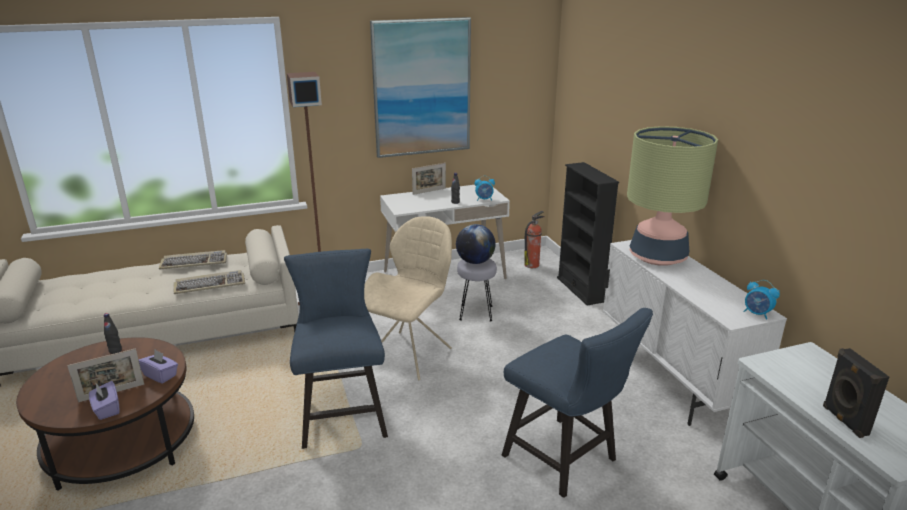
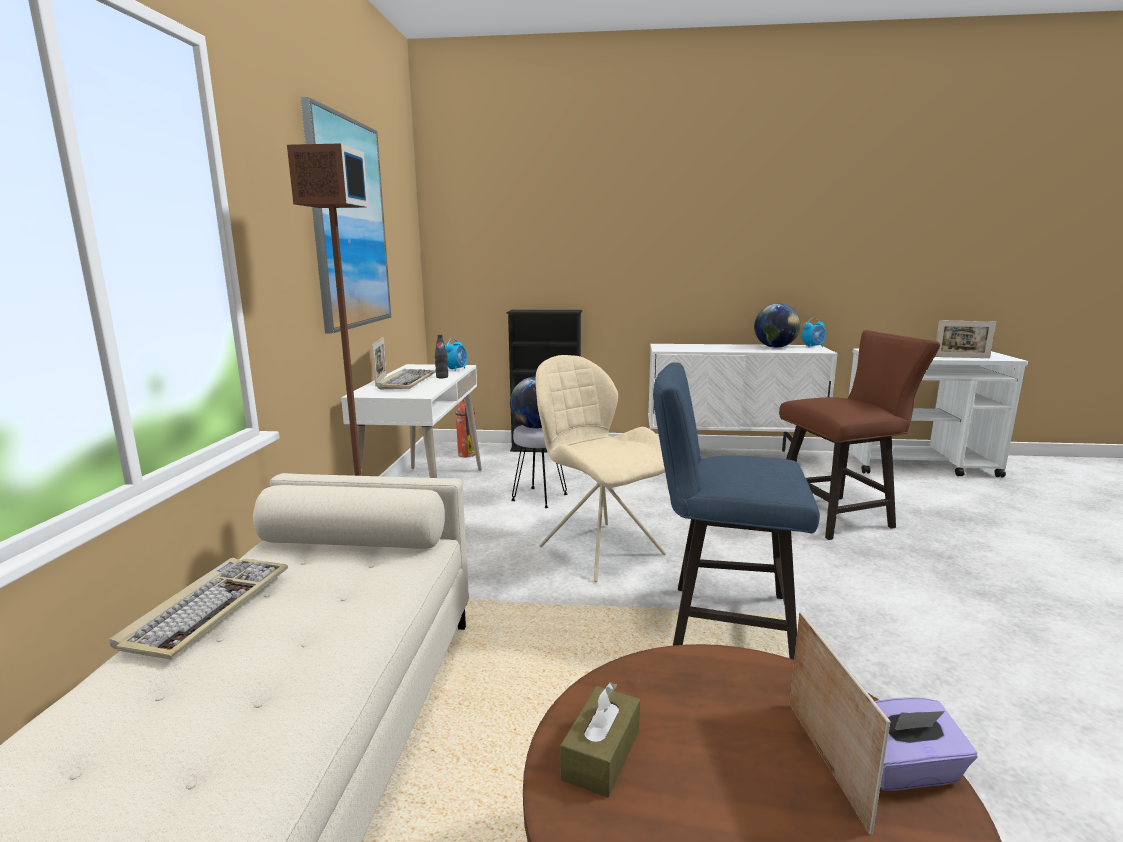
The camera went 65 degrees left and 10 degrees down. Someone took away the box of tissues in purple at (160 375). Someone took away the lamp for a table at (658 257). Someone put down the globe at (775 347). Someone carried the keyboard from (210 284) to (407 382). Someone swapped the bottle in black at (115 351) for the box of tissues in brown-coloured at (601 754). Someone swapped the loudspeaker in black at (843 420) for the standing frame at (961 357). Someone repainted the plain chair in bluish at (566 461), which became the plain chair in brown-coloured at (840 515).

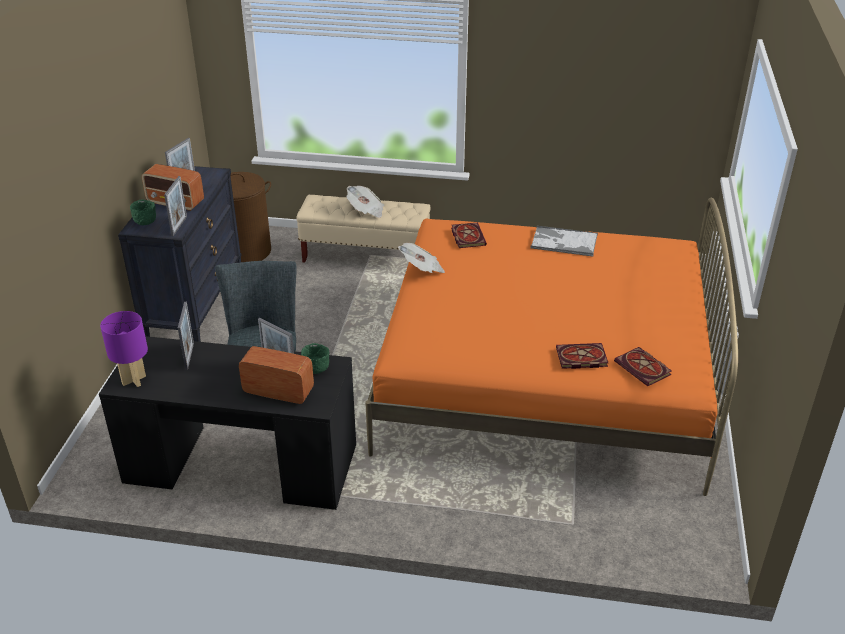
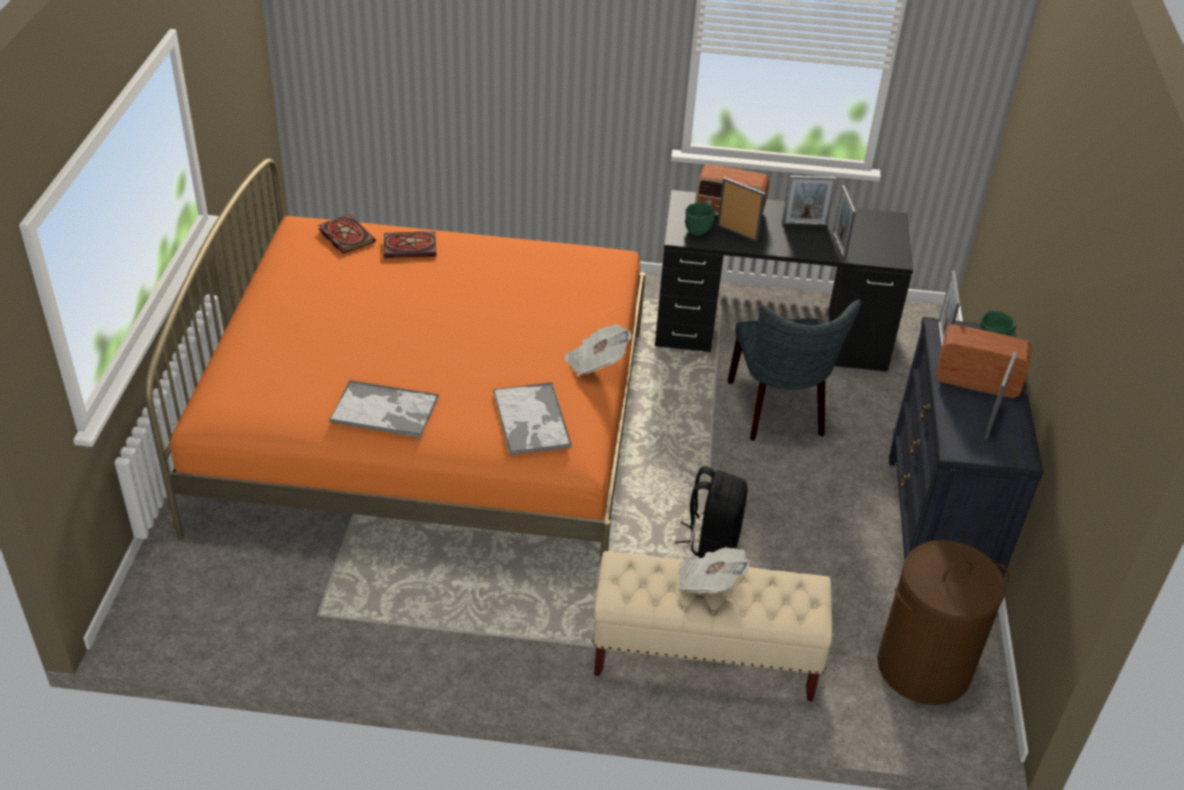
The camera went 175 degrees right and 5 degrees up. Someone took away the lamp for a table in purple at (133 380). Someone put down the backpack in black at (712 541). Someone put down the standing frame at (804 224). Someone swapped the book at (467 236) for the tray at (531 420).

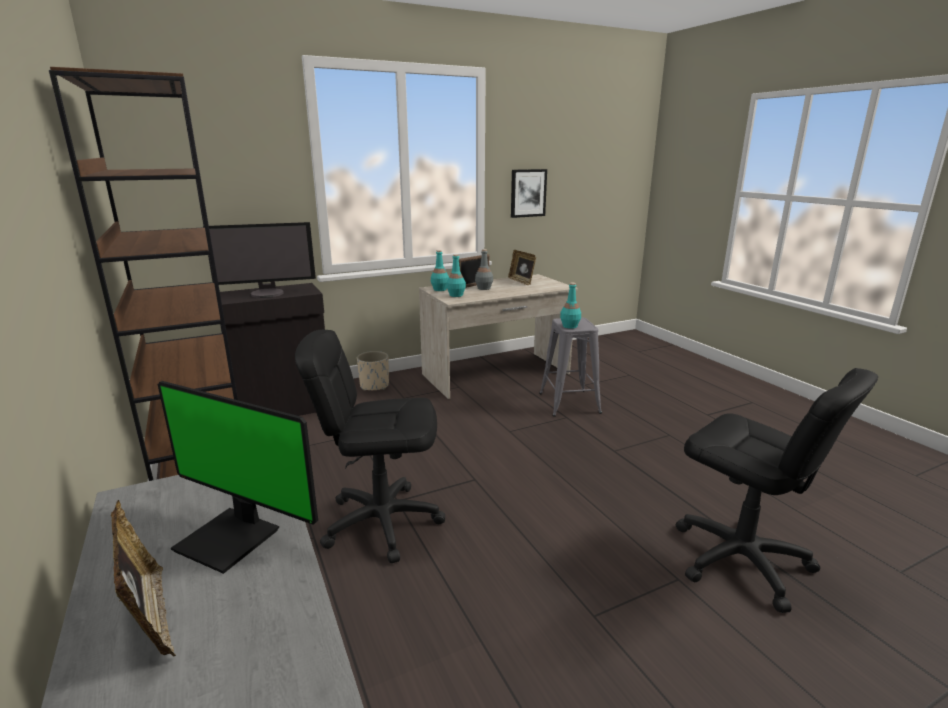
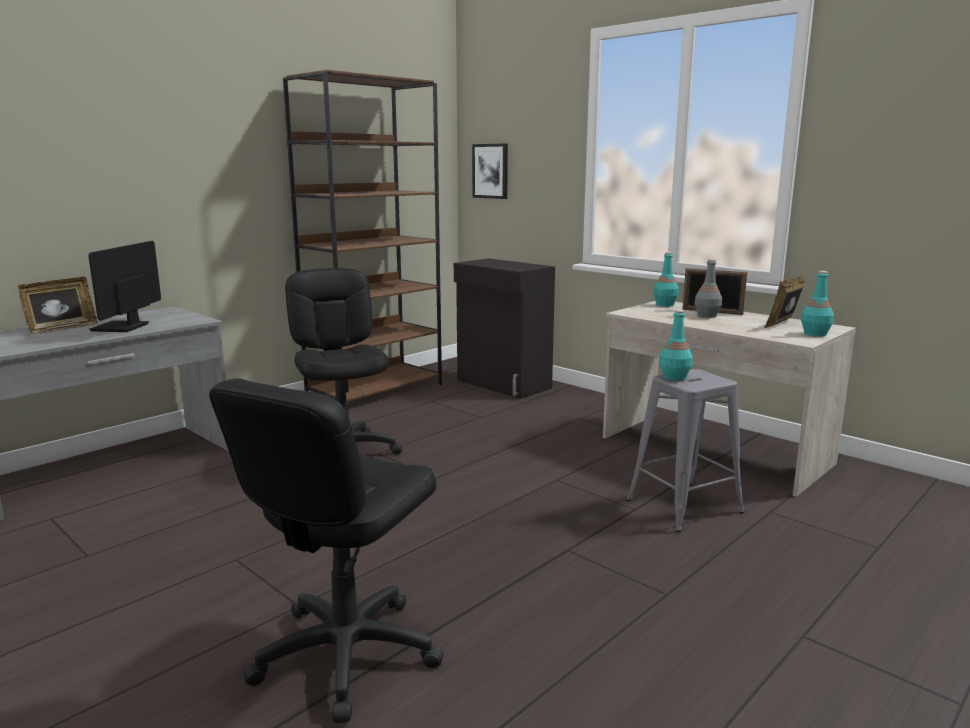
The camera went 70 degrees right and 5 degrees down. Someone took away the computer display at (268 293). Someone took away the planter in sand-coloured at (374 386). Someone carried the bottle in turquoise-coloured from (456 295) to (814 334). Someone carried the wall art from (528 193) to (490 171).

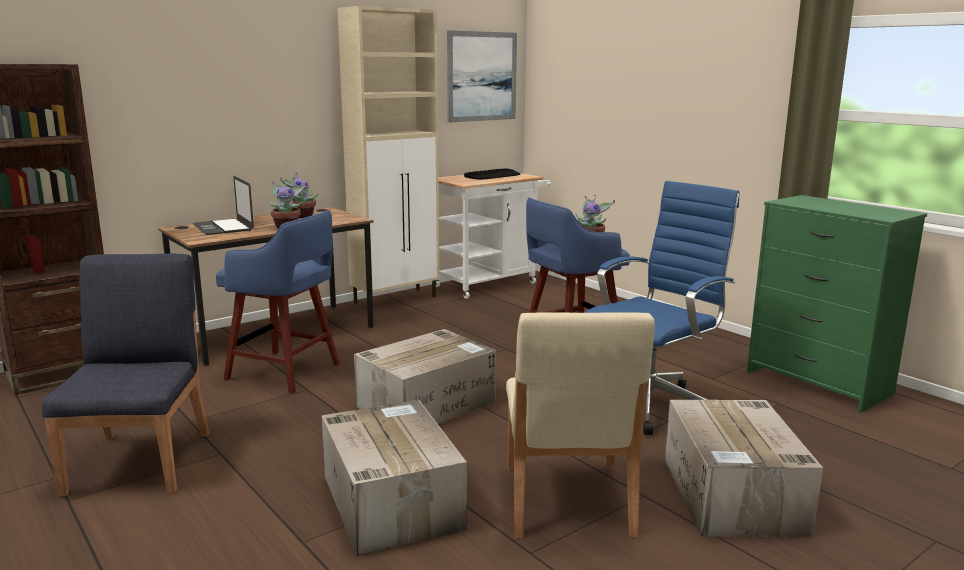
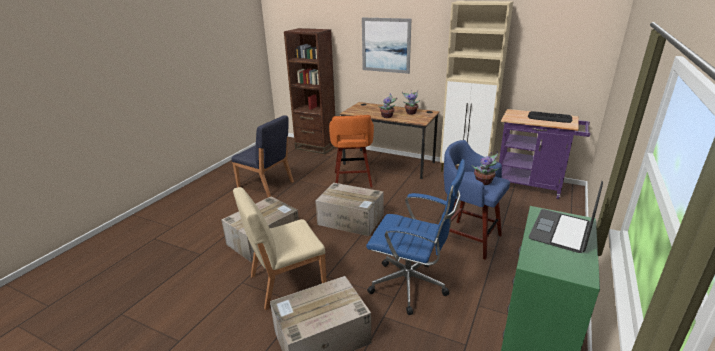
The camera went 65 degrees right and 10 degrees up. Someone carried the laptop from (223 227) to (561 231). Someone carried the wall art from (482 76) to (386 45). Someone repainted the stool seat in bluish at (286 372), which became the stool seat in orangey at (352 180). Someone repainted the wheeled cart in whitish at (490 283), which became the wheeled cart in purple at (532 186). Someone rotated the plain chair in bluish at (141 461) by 60 degrees clockwise.

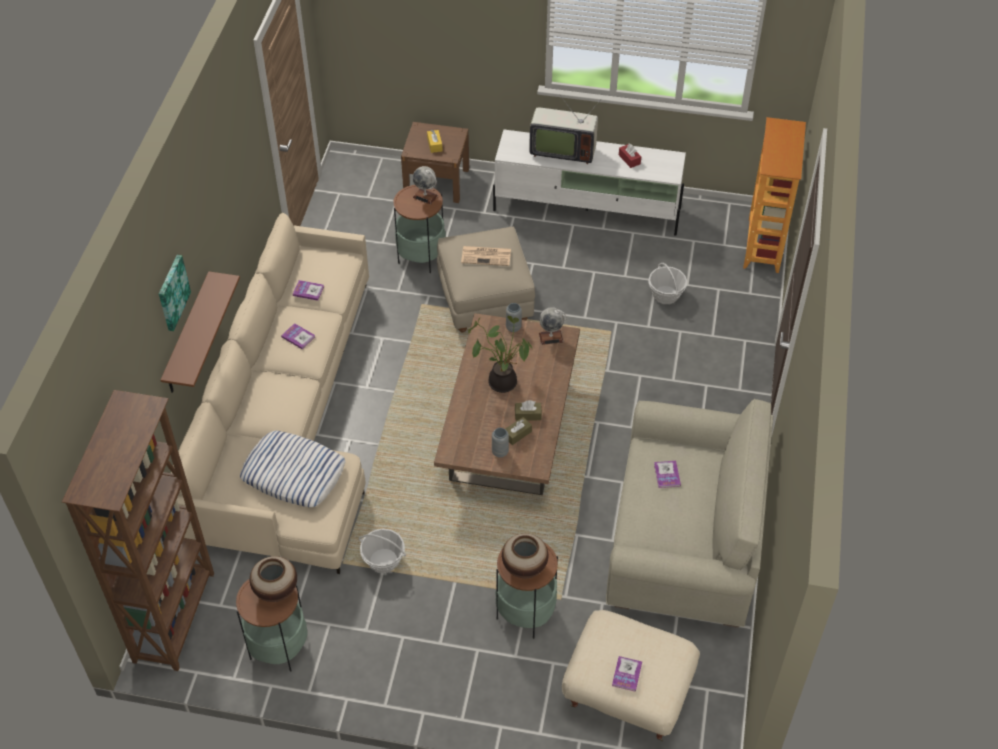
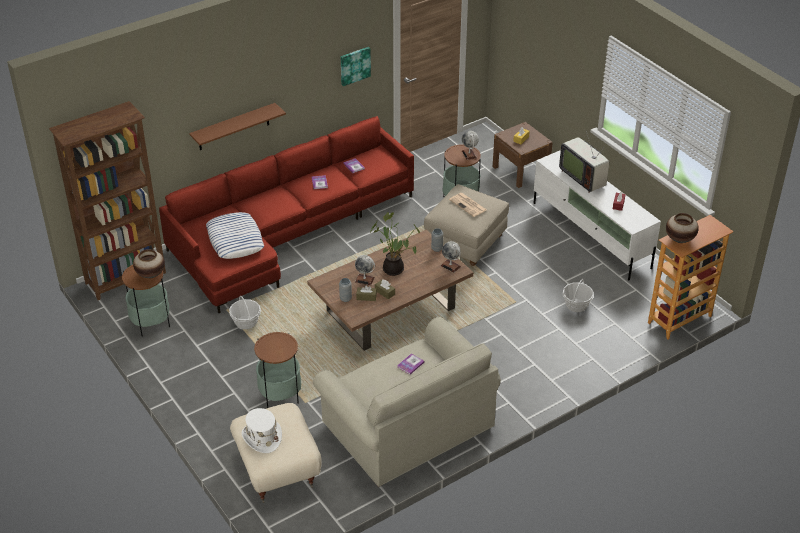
The camera went 45 degrees right and 10 degrees down. Someone put down the globe at (364 280). Someone carried the wall art from (172 292) to (354 65). Someone carried the decorative vase from (524 567) to (679 239). Someone swapped the book at (626 674) for the hat in whitish at (261 437). Someone repainted the settee in sand-coloured at (287 424), which became the settee in reddish at (285 233).

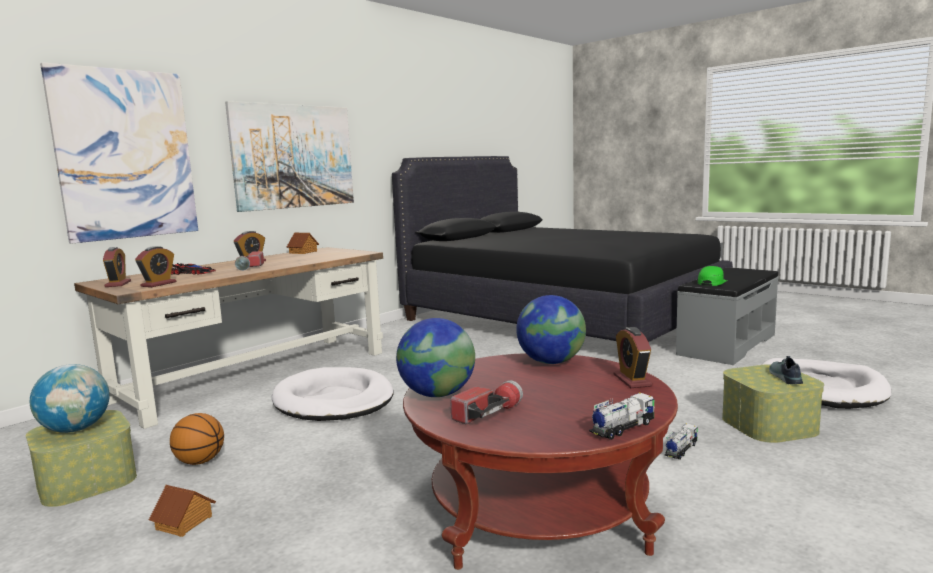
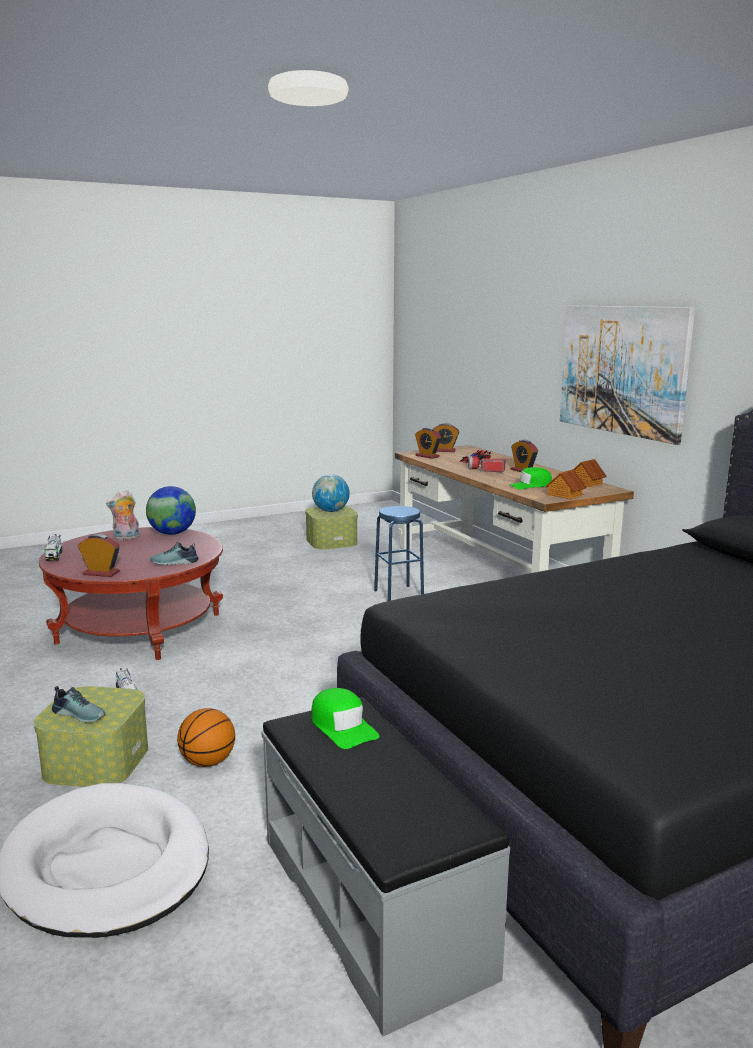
The camera went 110 degrees right and 5 degrees up. Someone took away the wall art at (125 155). Someone put down the baseball cap in greenish at (531 486). Someone carried the model house from (184 522) to (564 495). Someone carried the basketball ball from (200 461) to (208 762). Someone swapped the dog cushion in whitish at (334 400) for the stool seat in bluish at (398 594). Someone swapped the torch at (488 413) for the cuddly toy at (126 538). Someone swapped the globe at (551 362) for the low shoe at (174 563).

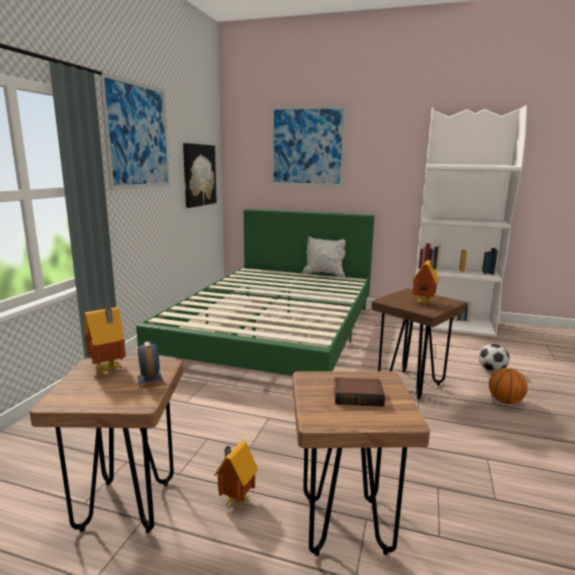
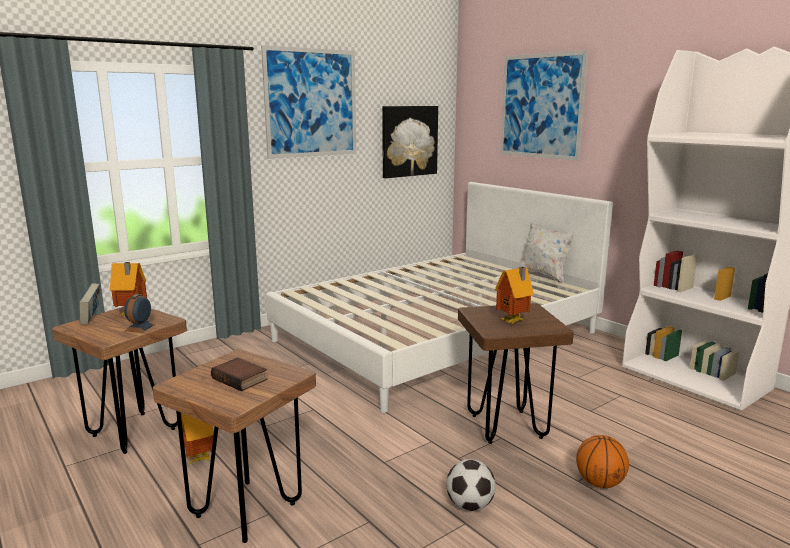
The camera went 35 degrees right and 0 degrees up. Someone put down the book at (92 318). Someone carried the ball for football from (492 370) to (470 506). Someone repainted the sleeping bed in greenish at (276 334), which became the sleeping bed in whitish at (438 336).

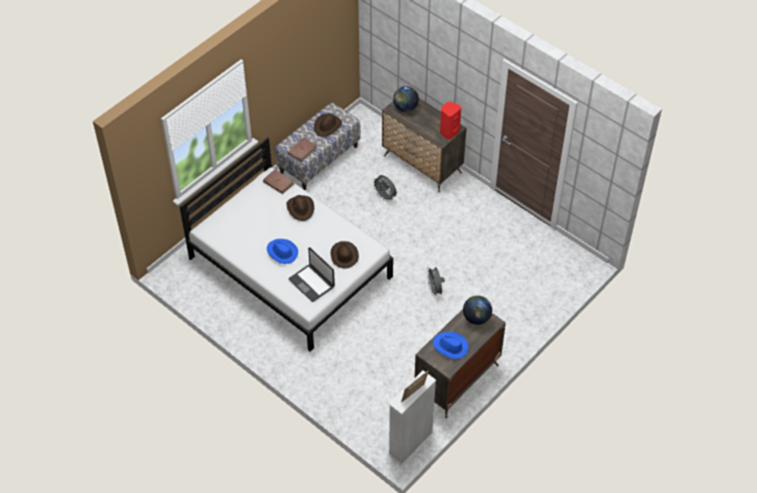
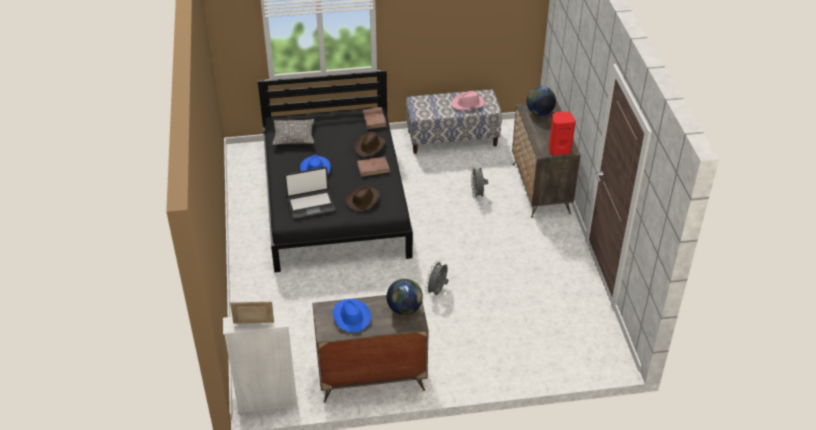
The camera went 40 degrees right and 10 degrees down. Someone put down the pillow at (294 137). Someone carried the book in brown-coloured from (302 150) to (373 168). Someone repainted the sleeping bed in whitish at (290 267), which became the sleeping bed in black at (335 201). Someone repainted the hat in brown-coloured at (327 126), which became the hat in pink-coloured at (468 104). Someone rotated the laptop at (312 283) by 105 degrees counterclockwise.

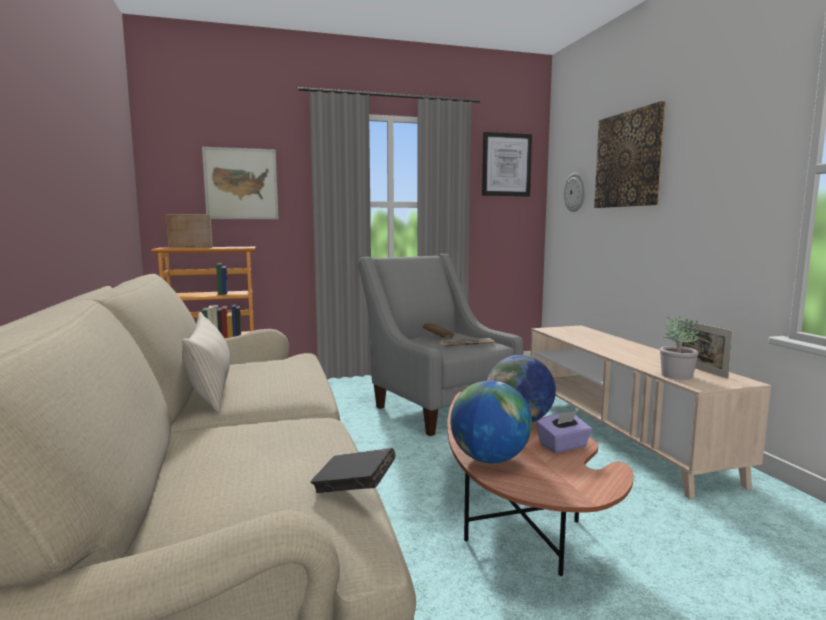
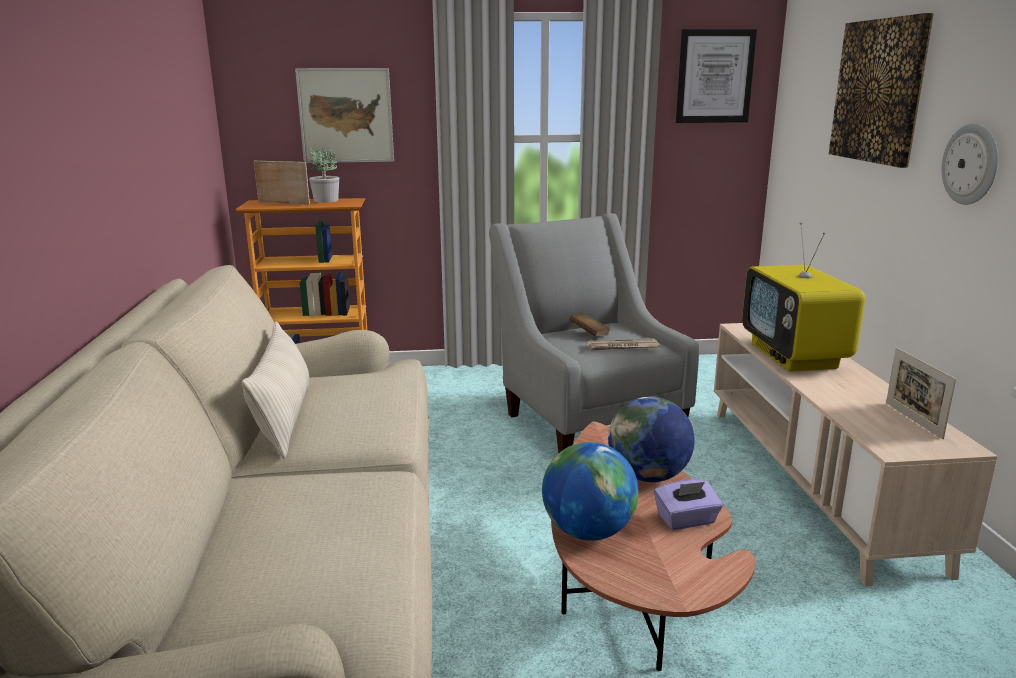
The camera went 10 degrees right and 10 degrees up. Someone took away the book in black at (354 489). Someone put down the TV set at (795 356). Someone carried the hanging clock from (575 192) to (971 164). Someone carried the plant in a pot from (677 376) to (325 200).

